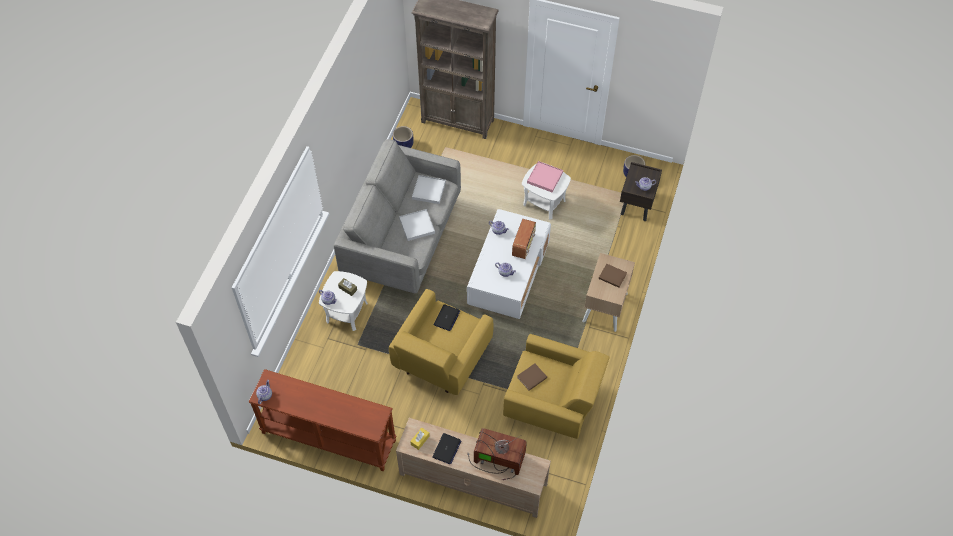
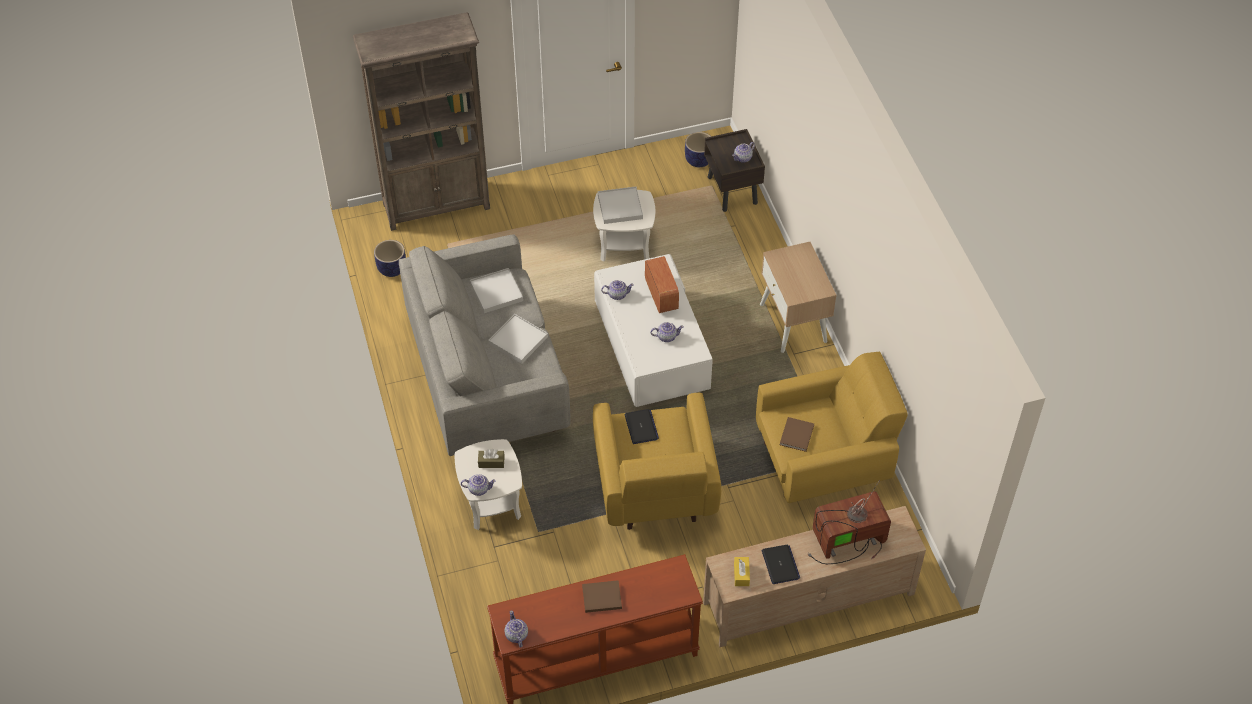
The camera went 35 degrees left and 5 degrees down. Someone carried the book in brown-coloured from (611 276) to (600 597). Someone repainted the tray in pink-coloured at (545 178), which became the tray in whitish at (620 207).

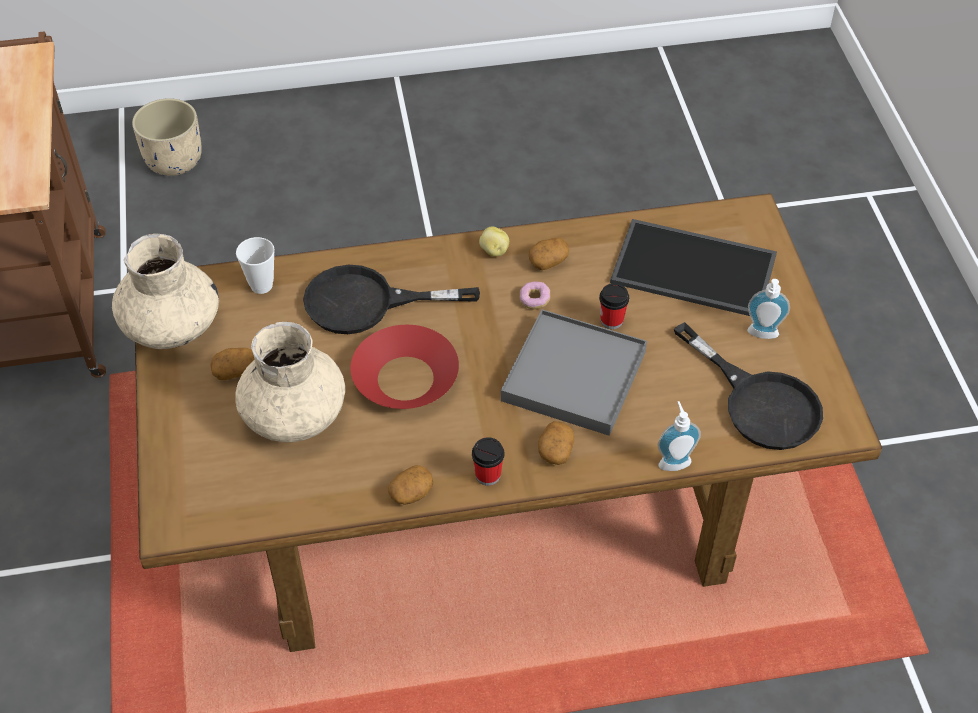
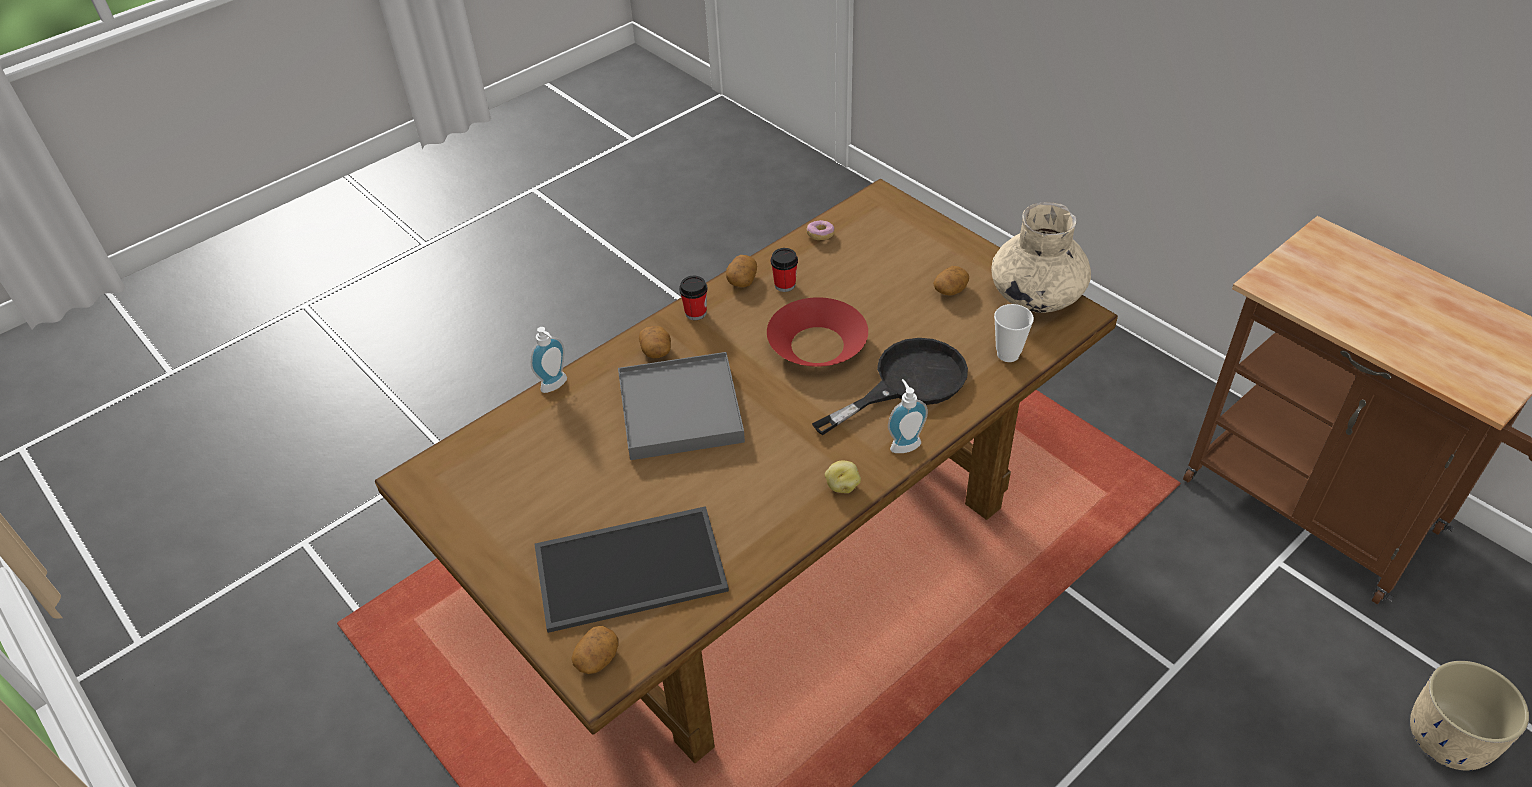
The camera went 150 degrees right and 5 degrees down. Someone took away the decorative vase in sand-coloured at (295 414). Someone took away the frying pan in black at (759 402). Someone carried the ring doughnut from (534 300) to (820 235). Someone carried the whole potato from (548 261) to (597 658). Someone carried the small cup from (611 320) to (785 285). Someone carried the soap bottle from (762 335) to (904 443).

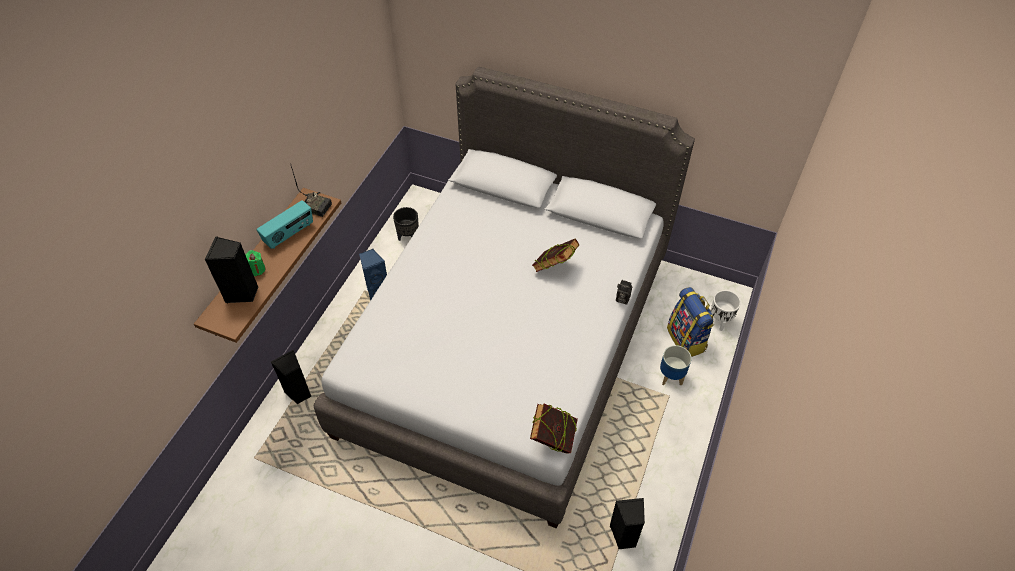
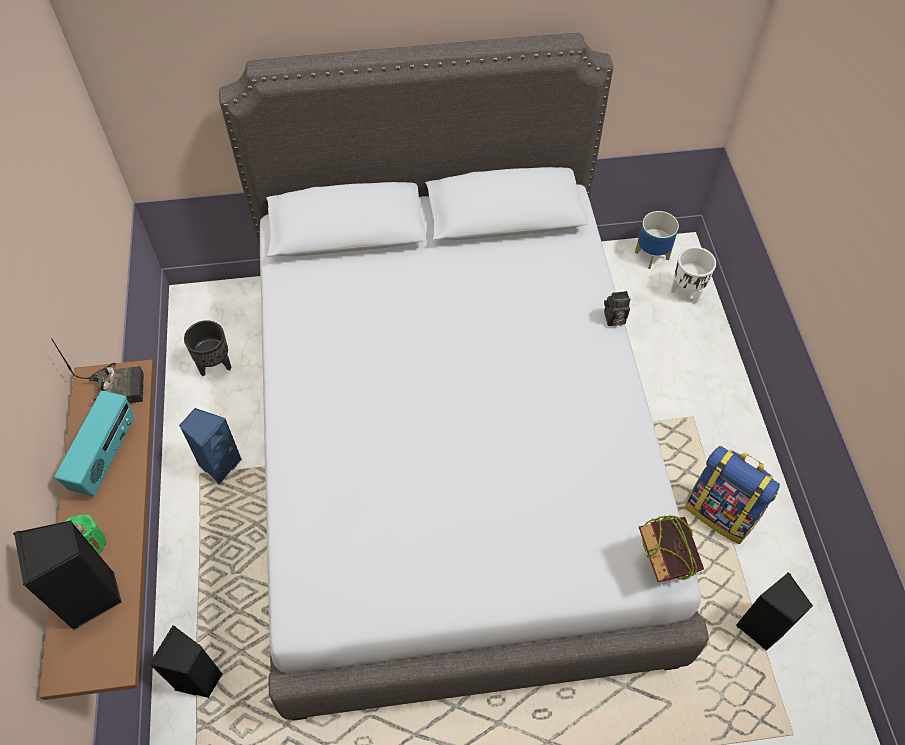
The camera went 30 degrees left and 5 degrees up. Someone took away the book at (554 268). Someone carried the planter from (671 376) to (652 255). Someone carried the backpack from (687 339) to (722 512).

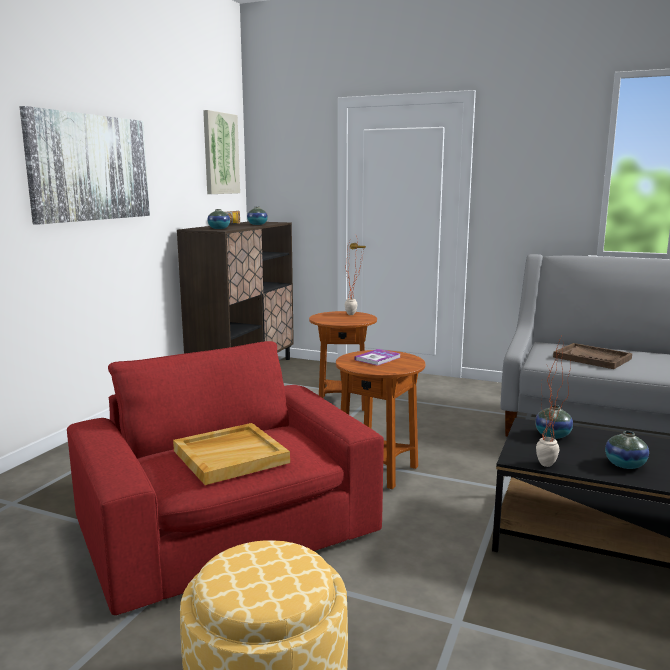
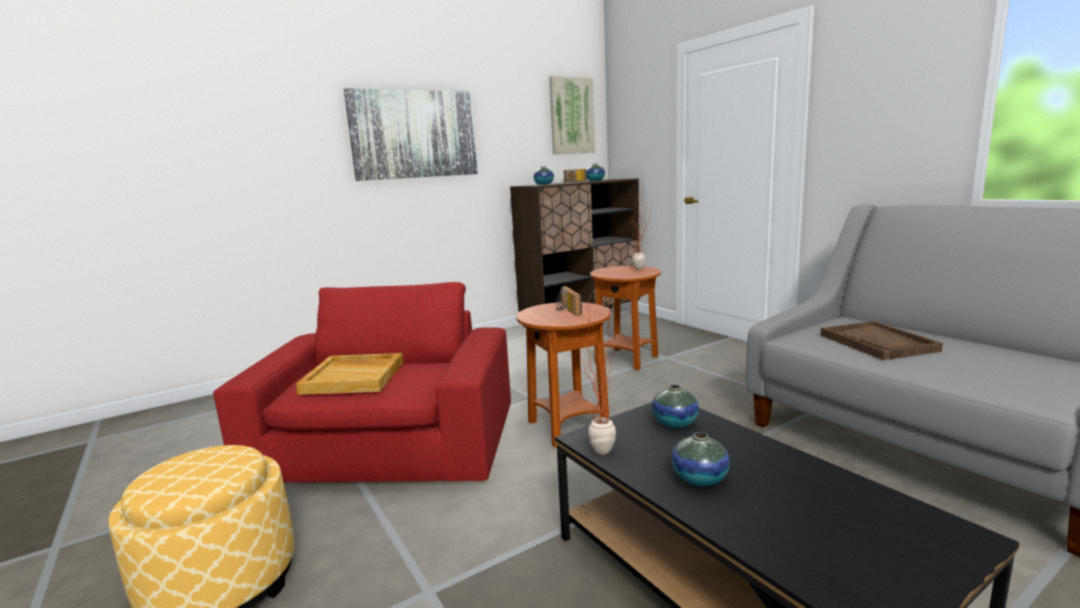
The camera went 35 degrees right and 0 degrees up. Someone swapped the book at (377 358) for the radio set at (566 310).

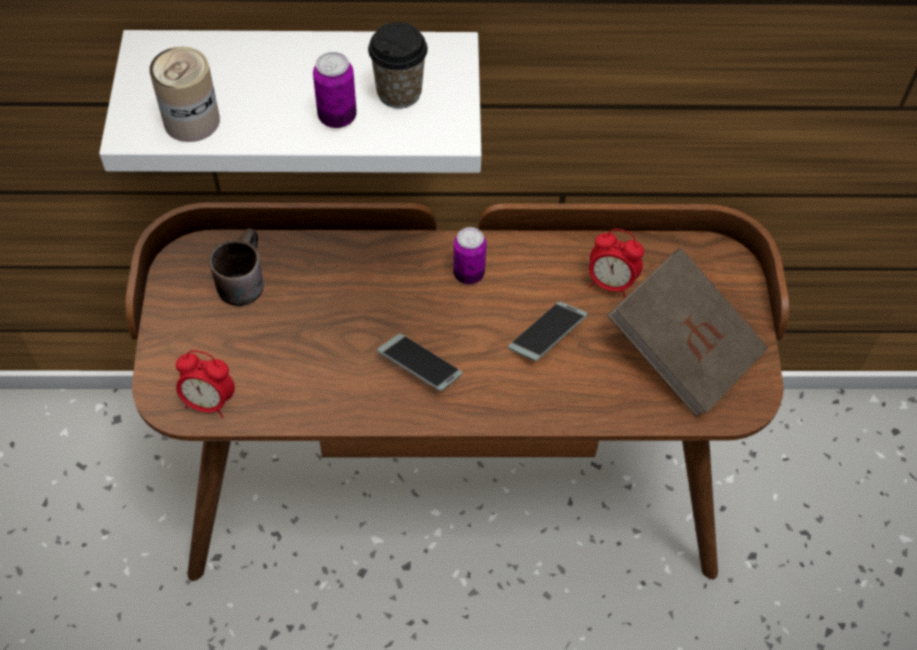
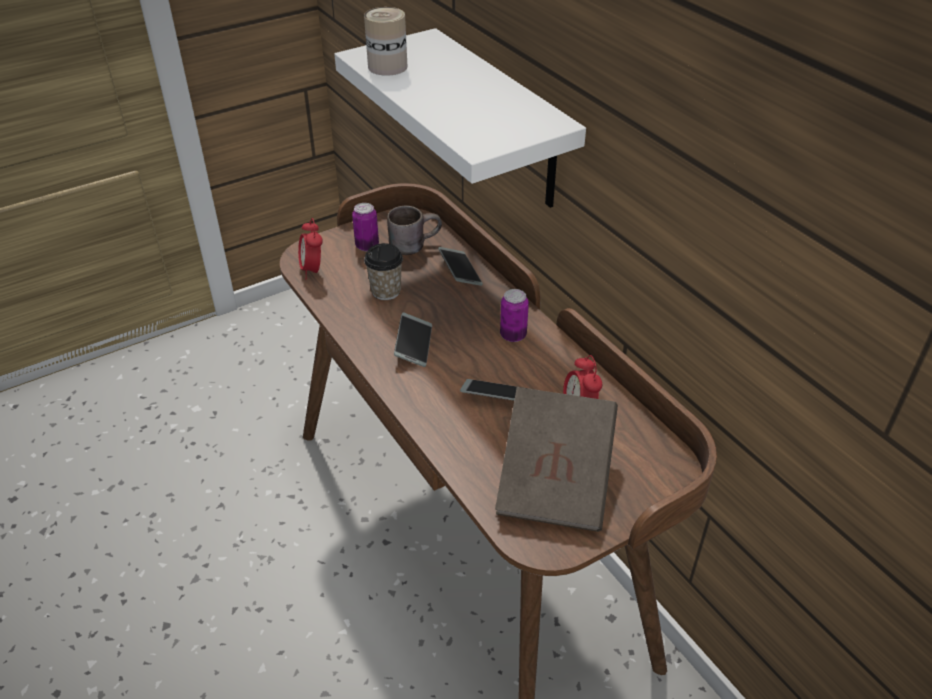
The camera went 60 degrees right and 15 degrees down. Someone put down the handset at (460 271). Someone carried the metal can from (337 117) to (367 246). Someone carried the small cup from (399 93) to (386 291).

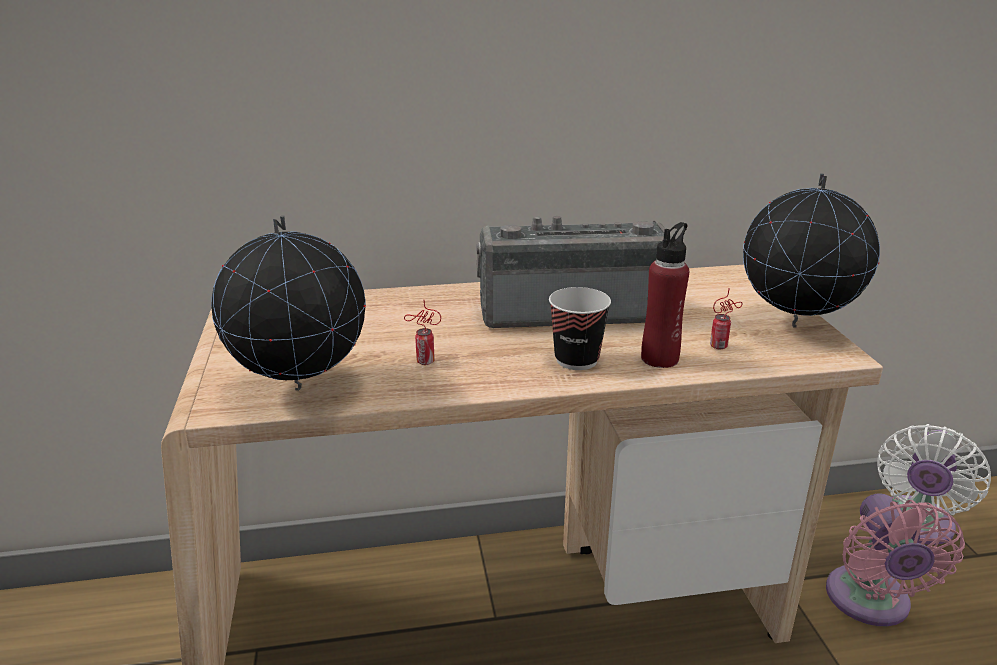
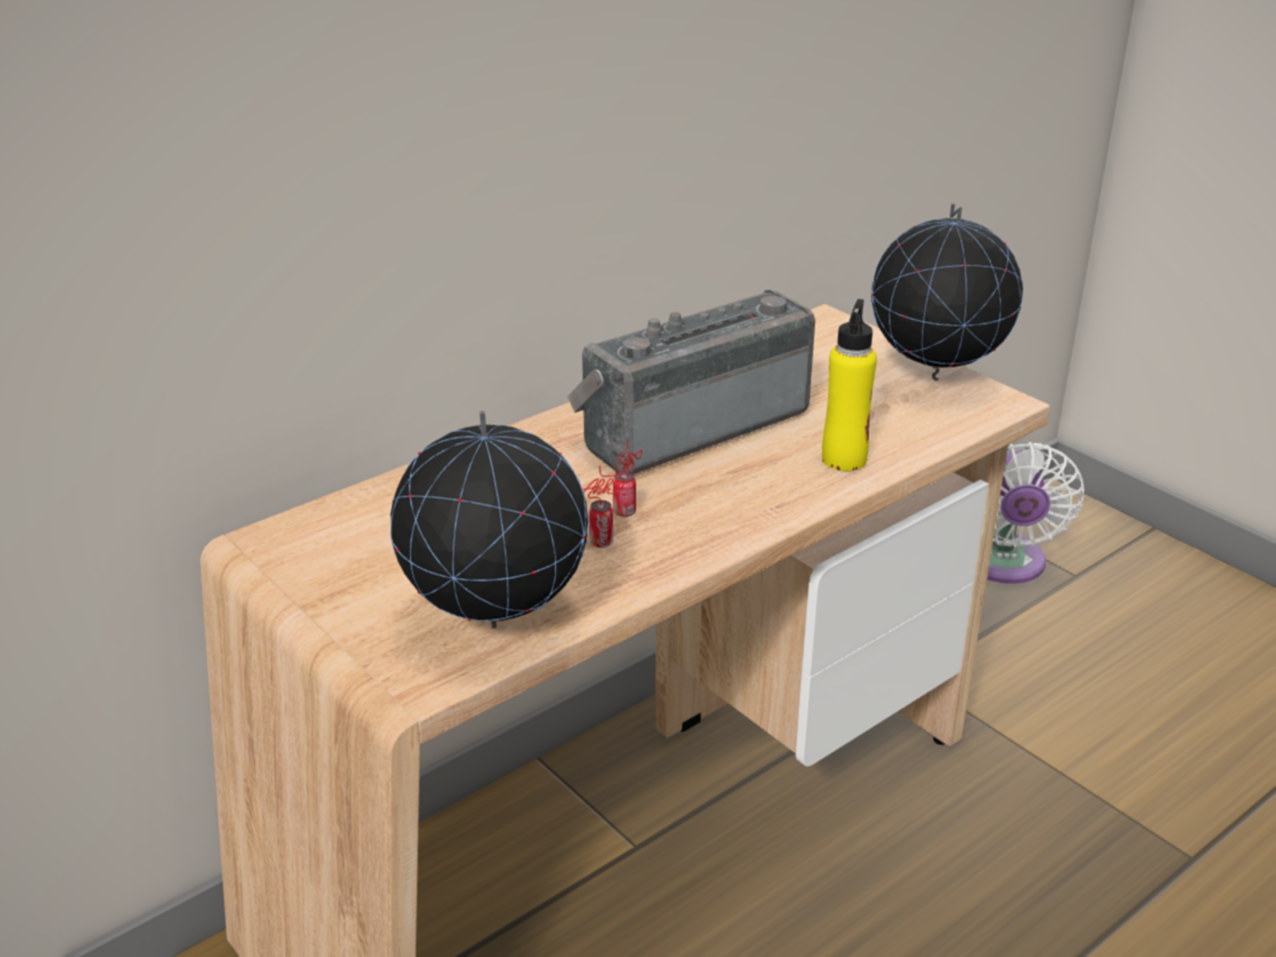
The camera went 30 degrees left and 5 degrees up. Someone took away the small cup at (576 360). Someone took away the electric fan in pink-coloured at (870 603). Someone carried the metal can from (720 346) to (626 511). Someone repainted the bottle in reddish at (660 358), which became the bottle in yellowish at (844 459).

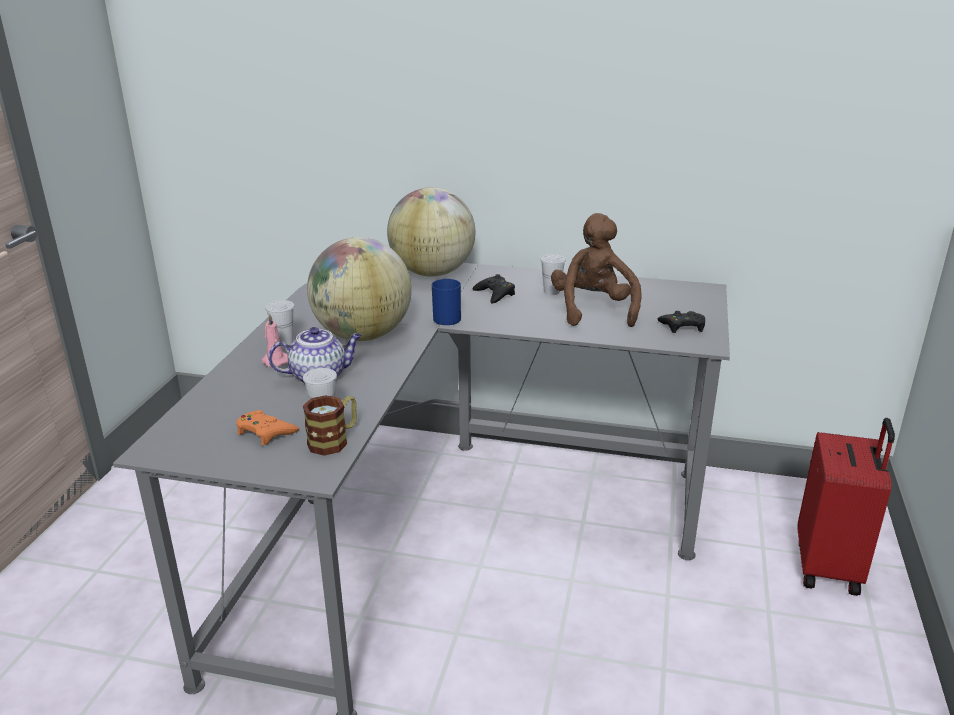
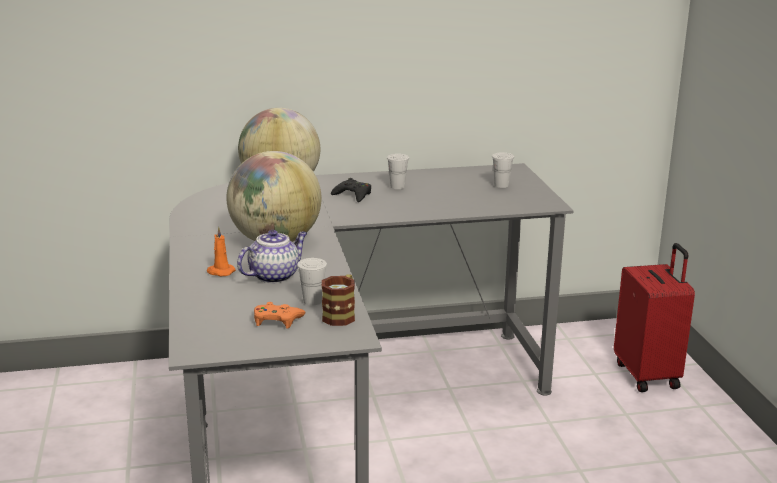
The camera went 25 degrees left and 5 degrees down. Someone took away the coffee mug in bluish at (449 317). Someone took away the cuddly toy in brown-coloured at (593 310). Someone took away the gamepad in black at (683 326). Someone carried the small cup in whitish from (284 342) to (501 185). Someone repainted the wax candle in pink-coloured at (275 361), which became the wax candle in orangey at (220 272).

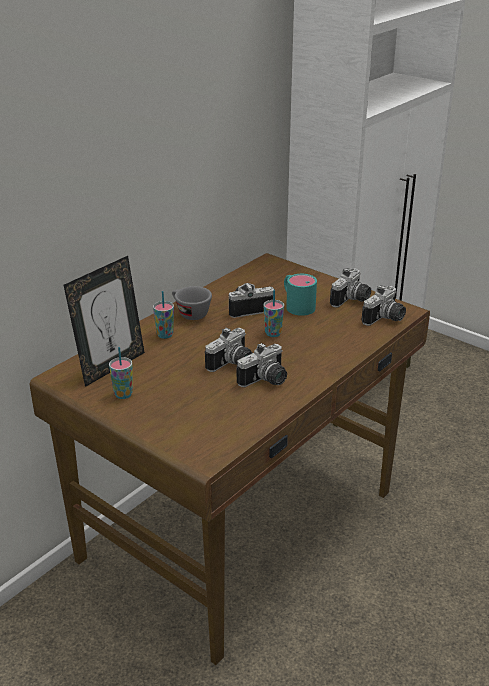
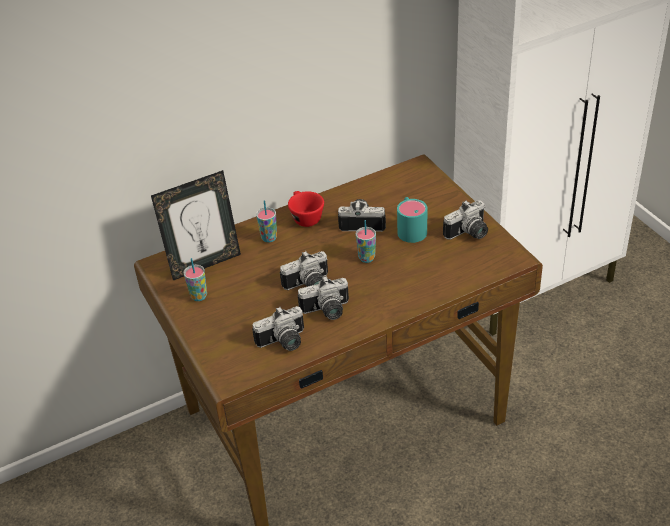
The camera went 25 degrees right and 10 degrees up. Someone carried the still camera from (385 319) to (284 343). Someone repainted the small cup in gray at (189 313), which became the small cup in reddish at (305 217).

